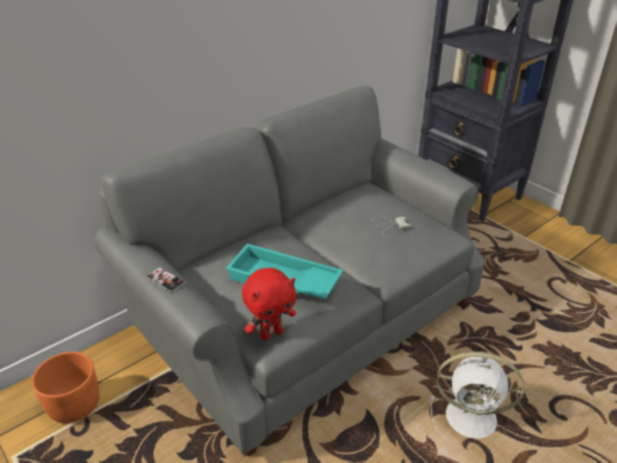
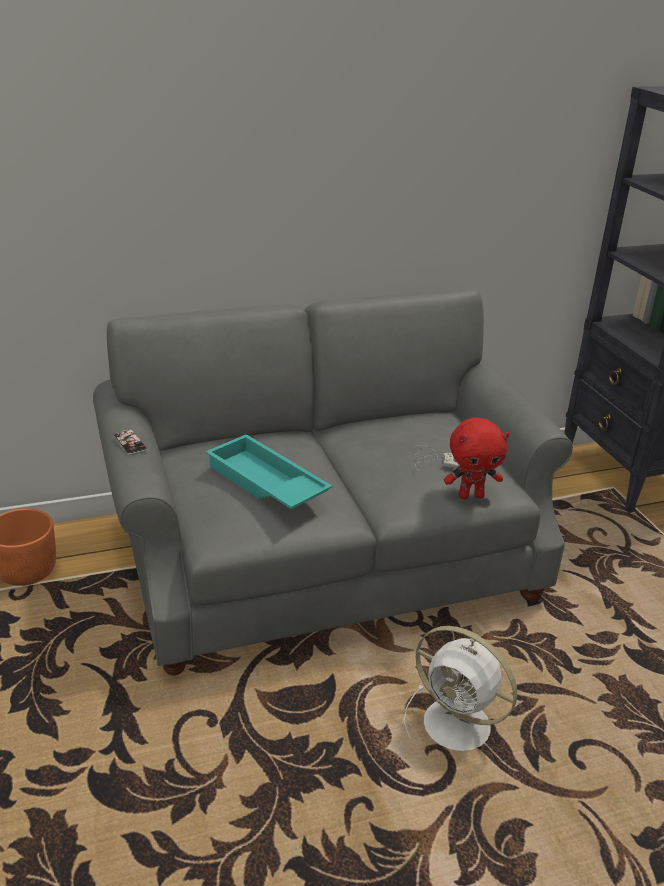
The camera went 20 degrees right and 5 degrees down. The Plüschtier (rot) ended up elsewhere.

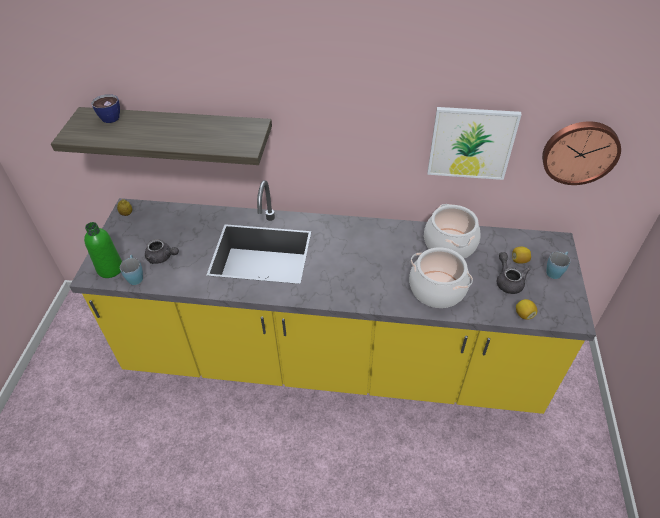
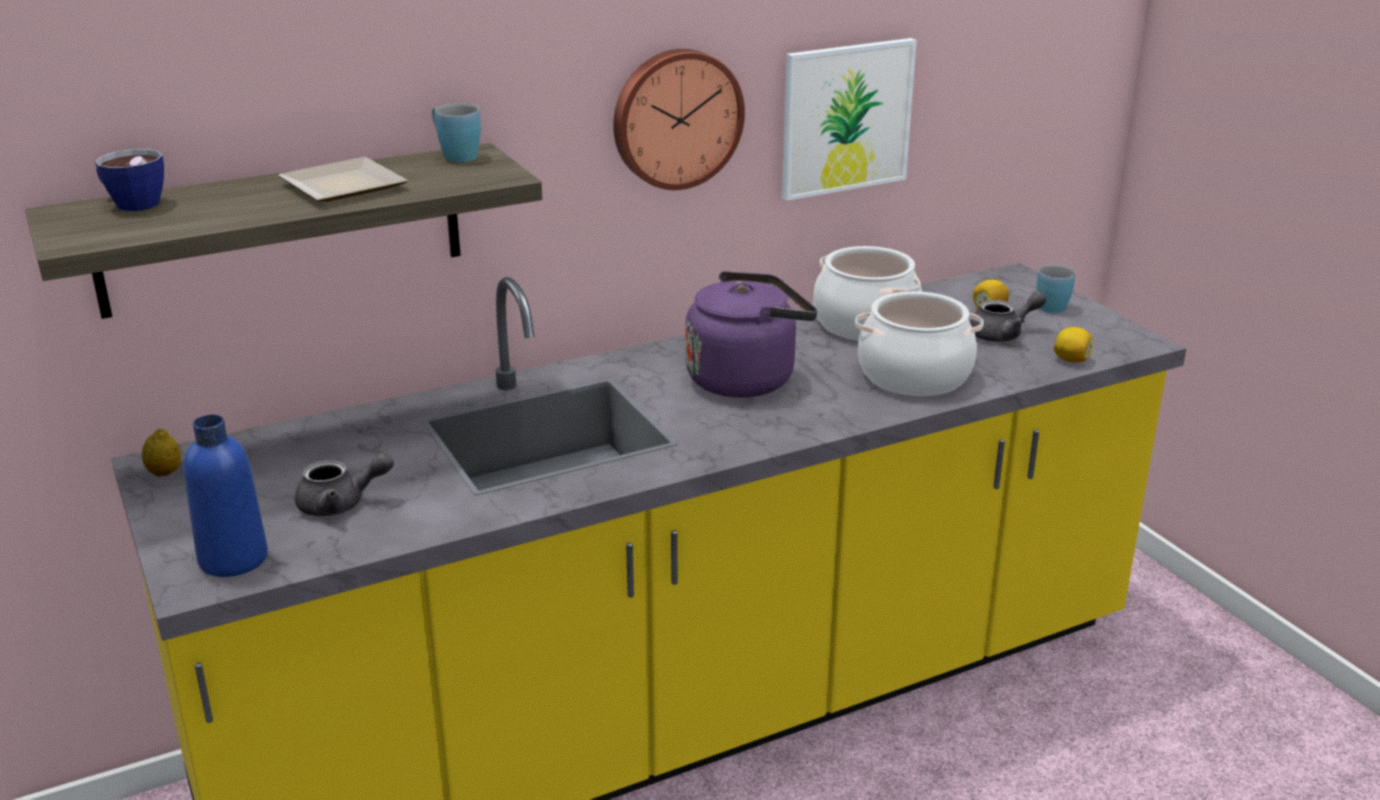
The camera went 35 degrees left and 20 degrees down. The second view gained the Teller. The second view gained the Wasserkessel (lila). The Henkelbecher (blau) (no. 1 from left) ended up elsewhere. The Wanduhr ended up elsewhere. What was the Flasche (grün) turned into the Flasche (blau). The Teekanne (grau) (no. 2 from left) ended up facing another way, 120 degrees clockwise from before.

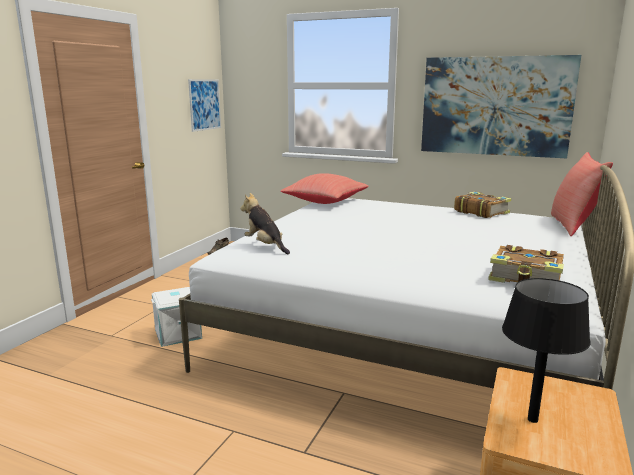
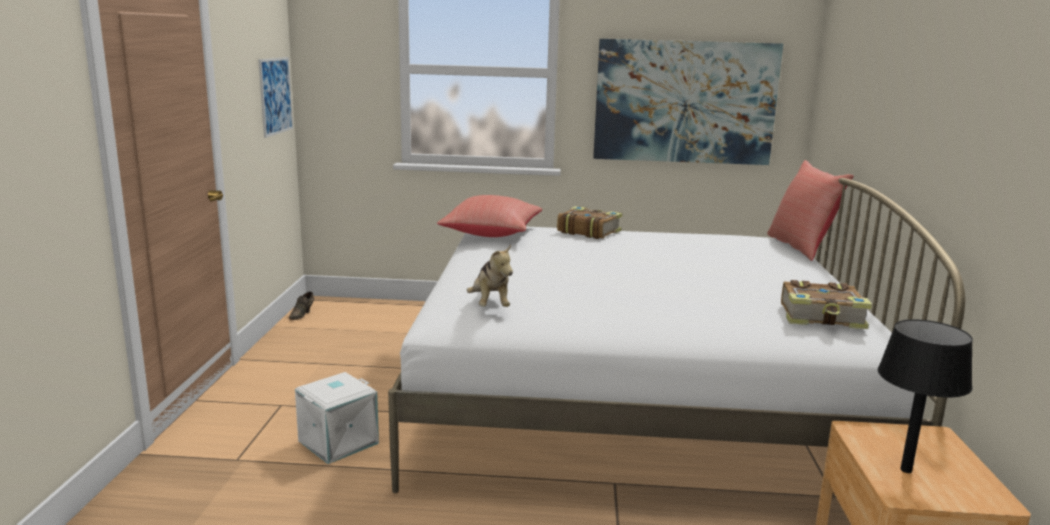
The camera went 20 degrees left and 0 degrees up. The Buch (no. 1 from left) ended up elsewhere. The Plüschtier ended up facing another way, 135 degrees counterclockwise from before.

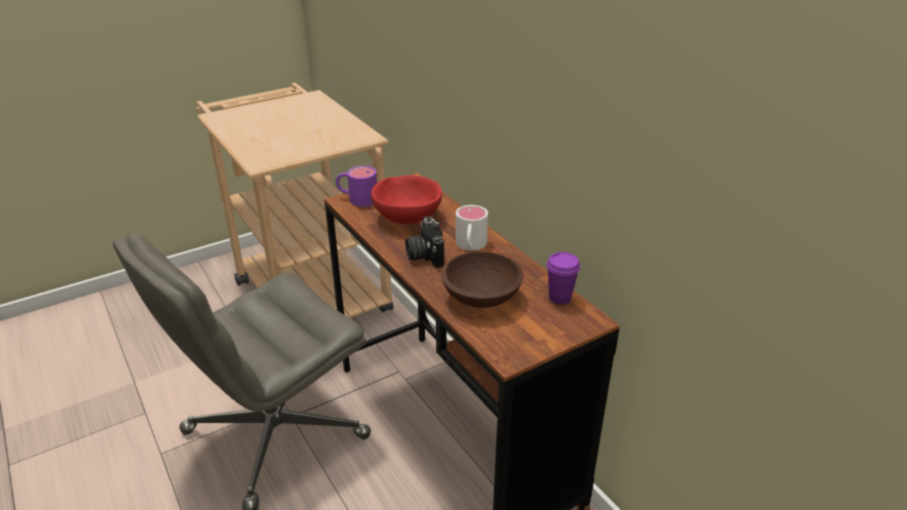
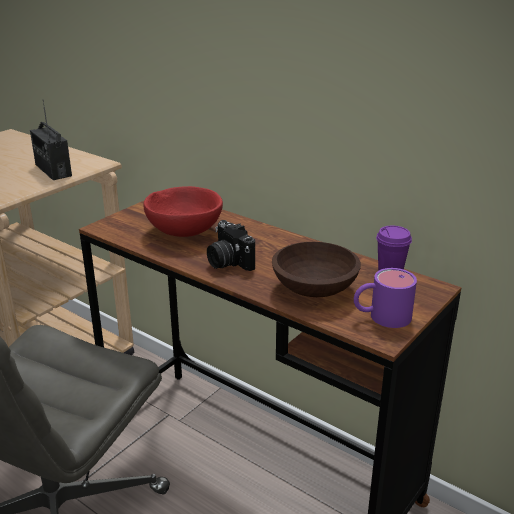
The camera went 20 degrees left and 5 degrees down. The second view lost the Henkelbecher (weiß). The second view gained the Radio. The Henkelbecher (lila) ended up elsewhere.

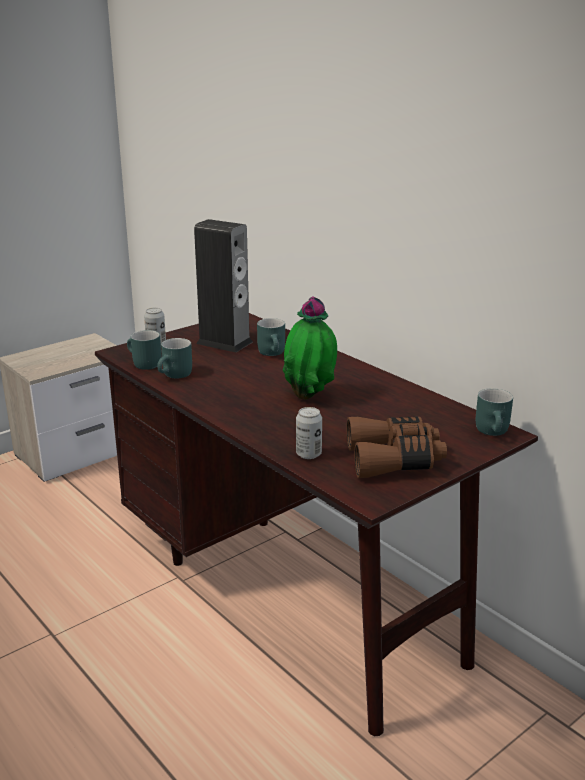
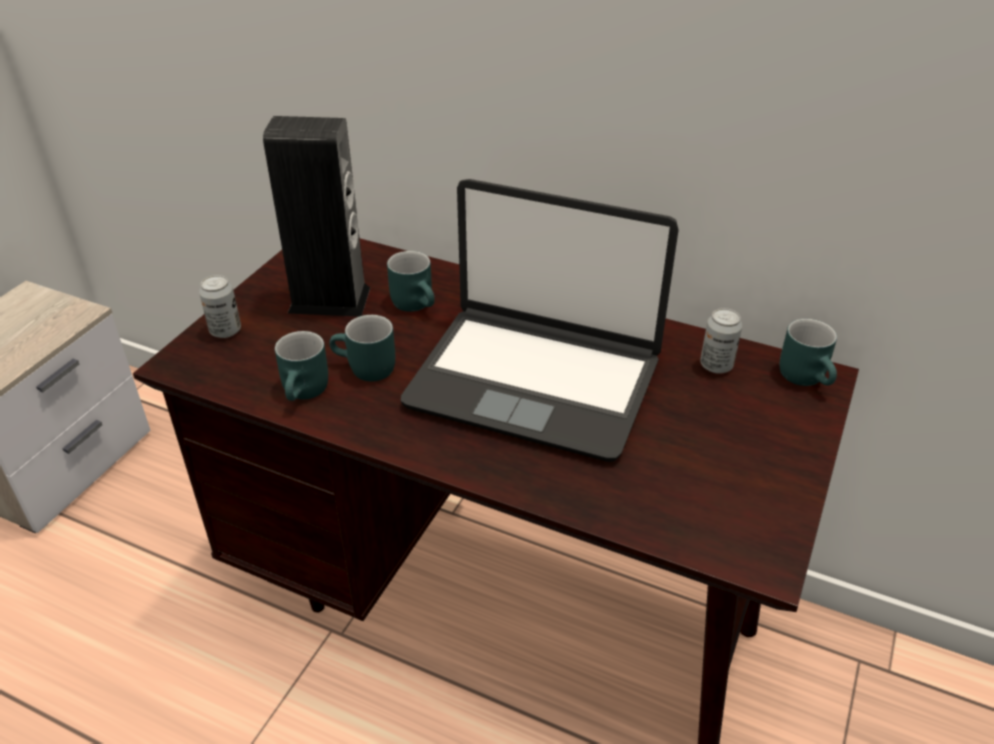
The camera went 25 degrees left and 15 degrees up. The second view lost the Fernglas (braun). The Henkelbecher (türkis) (no. 1 from left in the first image) ended up elsewhere. The Dose (no. 2 from left) ended up elsewhere. Where the Topfpflanze stood, the Laptop came to stand.

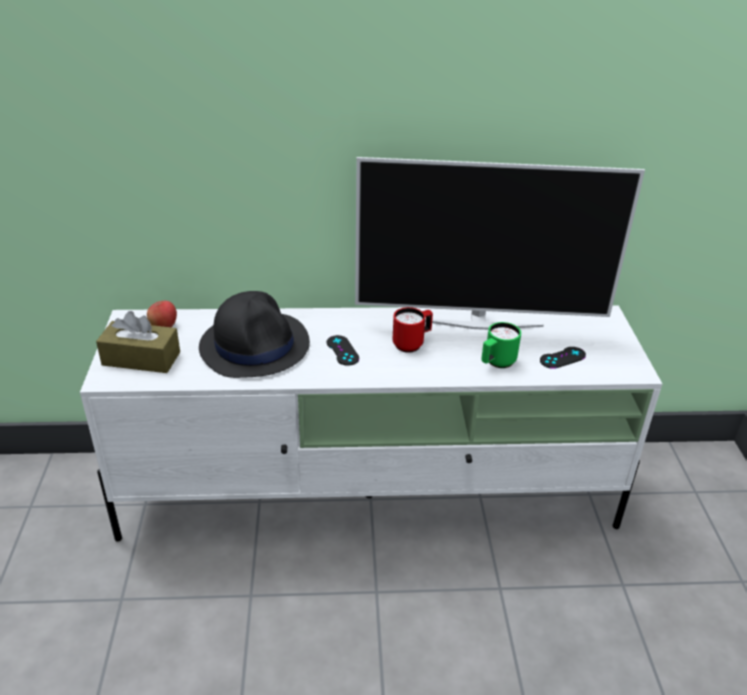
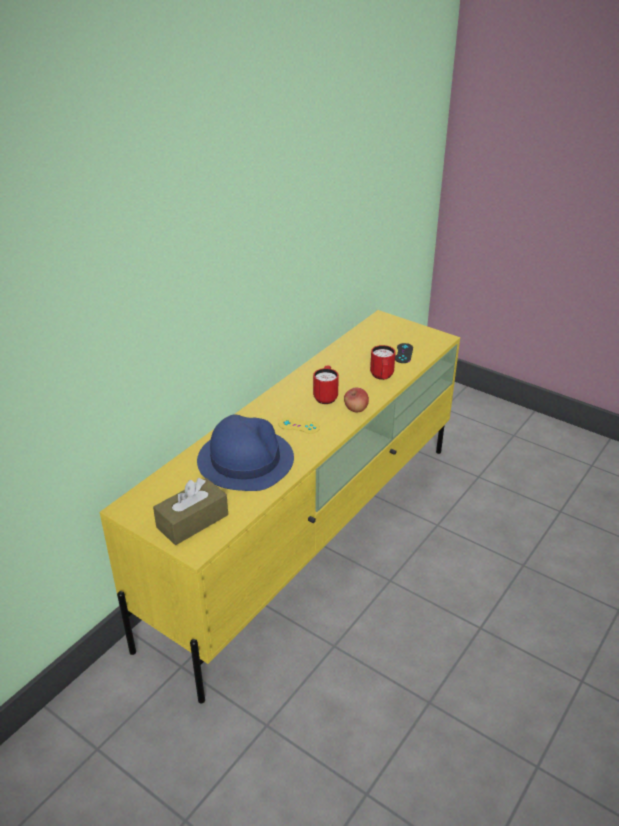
The camera went 50 degrees left and 0 degrees up. The second view lost the Fernseher. The Apfel ended up elsewhere. What was the Fernsehschrank (weiß) turned into the Fernsehschrank (gelb). What was the Hut (schwarz) turned into the Hut (blau). What was the Gamepad (schwarz) (no. 1 from left) turned into the Gamepad (gelb). What was the Henkelbecher (grün) turned into the Henkelbecher (rot) (no. 2 from left).

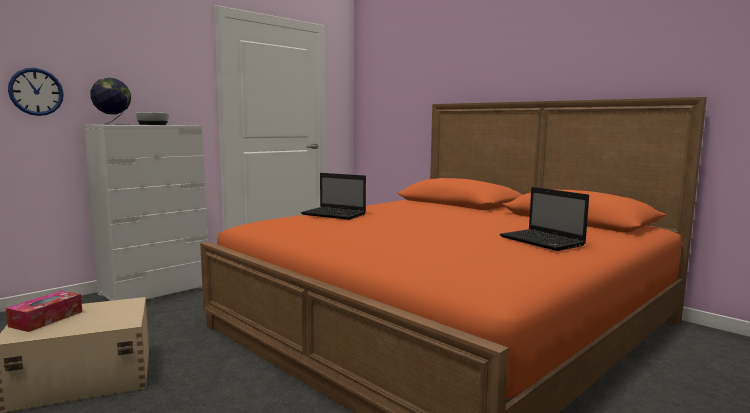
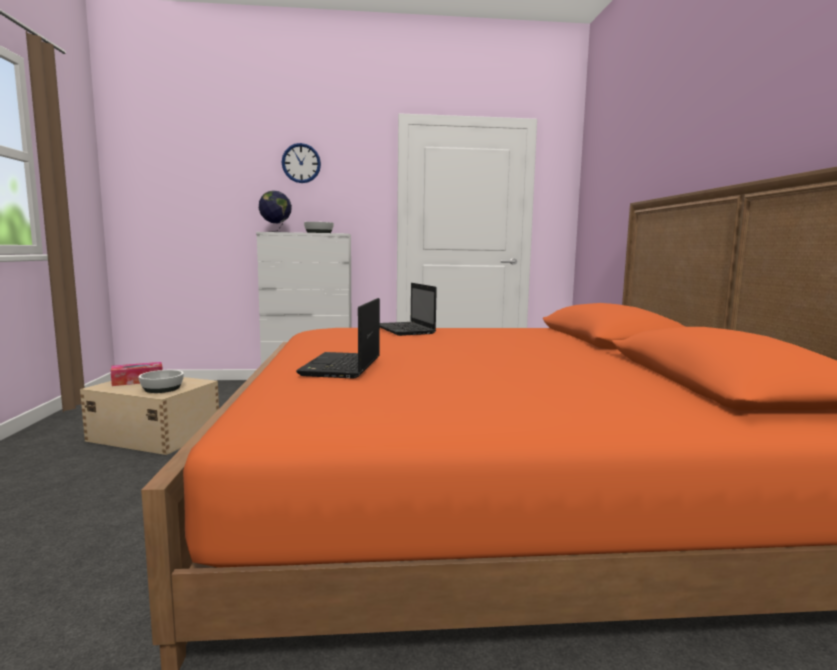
The camera went 40 degrees right and 0 degrees up. The second view gained the Schüssel (no. 1 from left). The Wanduhr ended up elsewhere. The Laptop (no. 2 from left in the first image) ended up elsewhere.

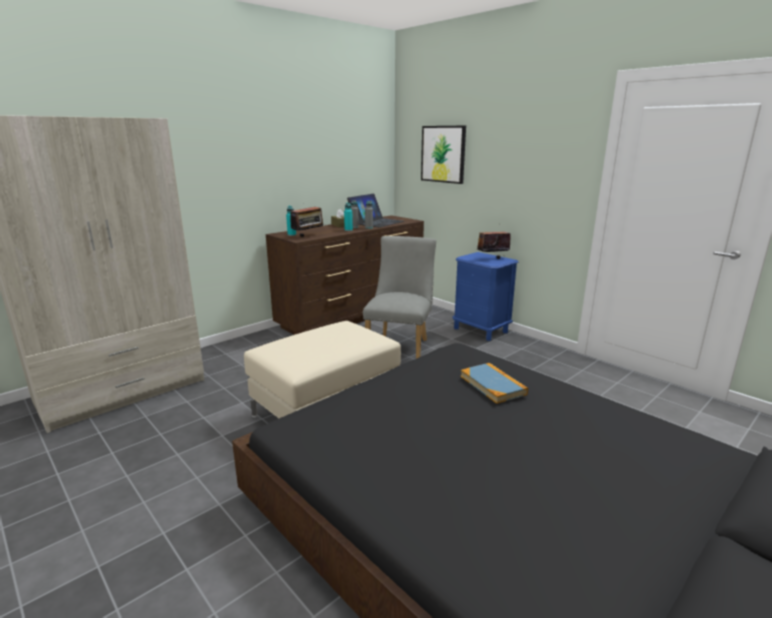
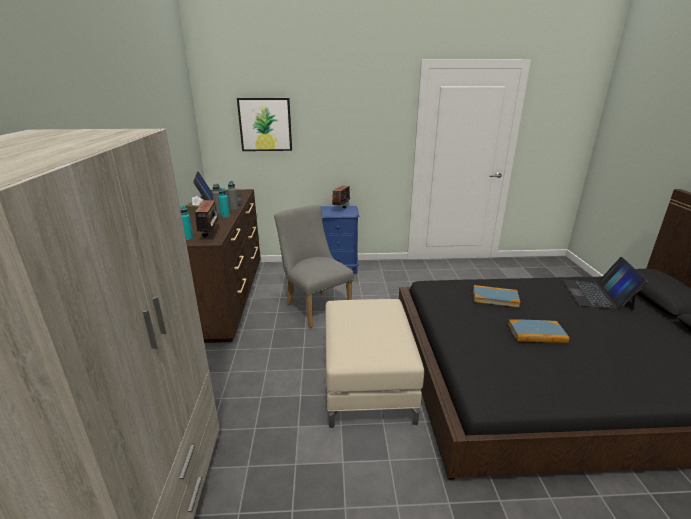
The camera went 50 degrees left and 5 degrees up. The second view gained the Buch (no. 2 from left). The second view gained the Laptop (no. 2 from left).

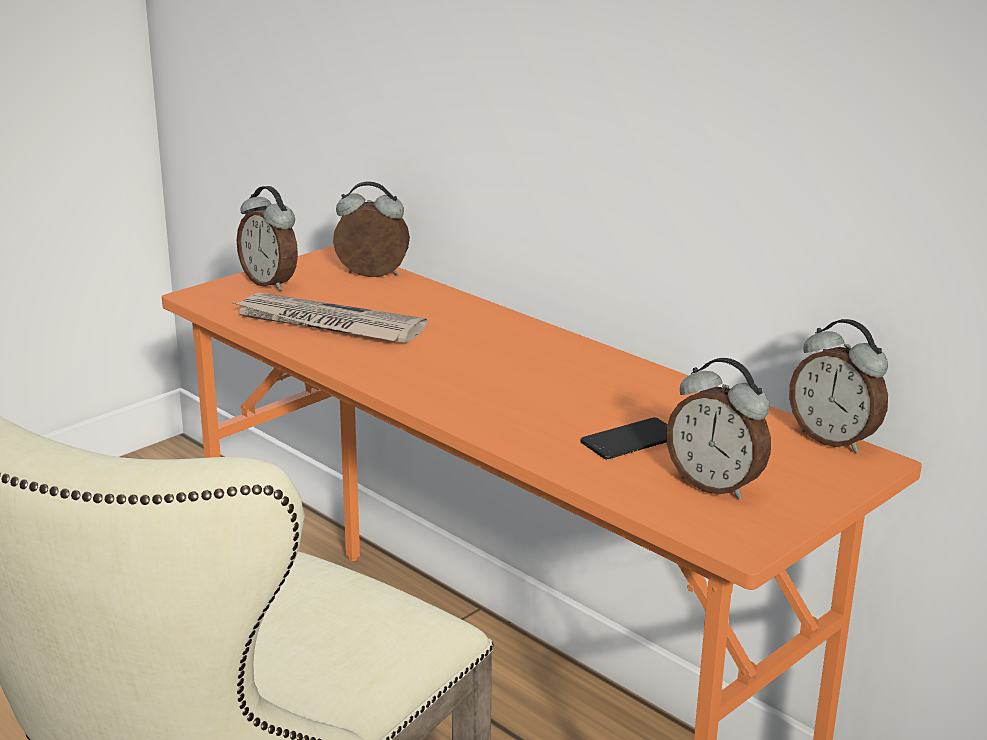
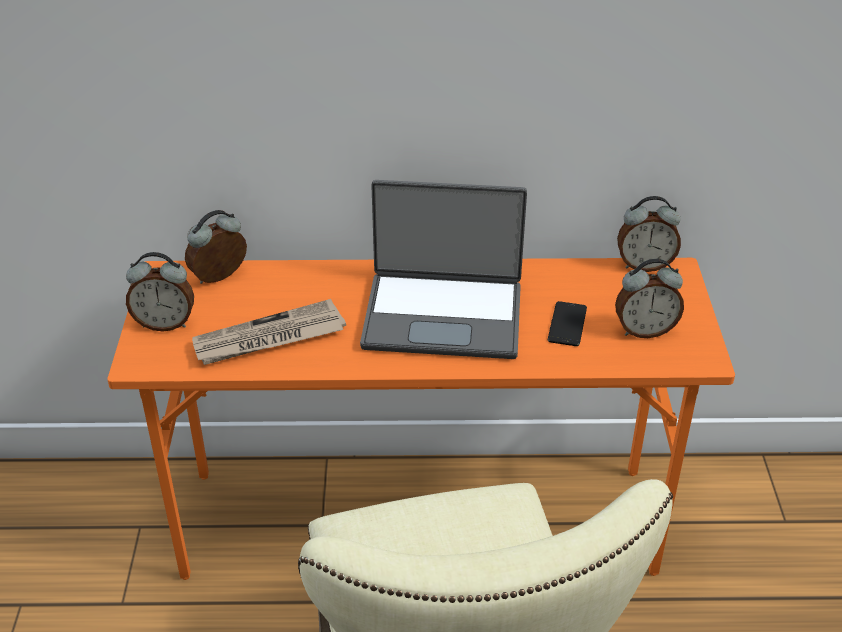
The camera went 45 degrees left and 15 degrees up. The second view gained the Laptop.

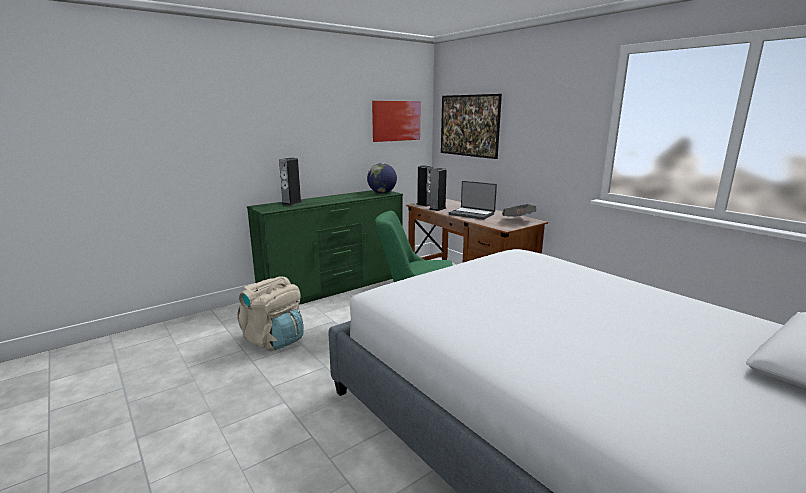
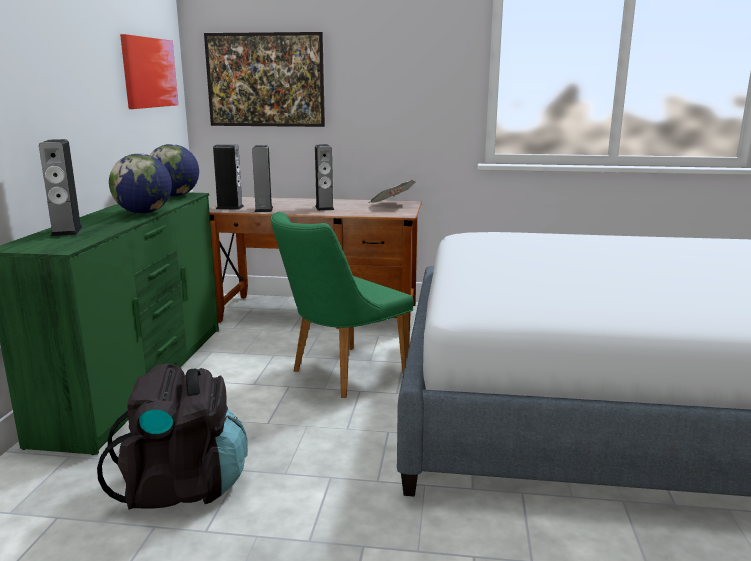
The camera went 45 degrees left and 0 degrees up. The second view gained the Globus (no. 1 from left). Where the Laptop stood, the Lautsprecher (no. 4 from left) came to stand. What was the Rucksack (beige) turned into the Rucksack (schwarz).

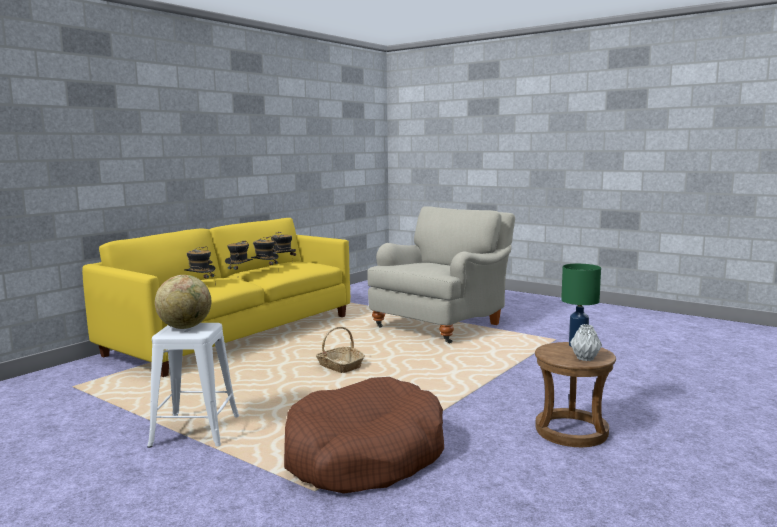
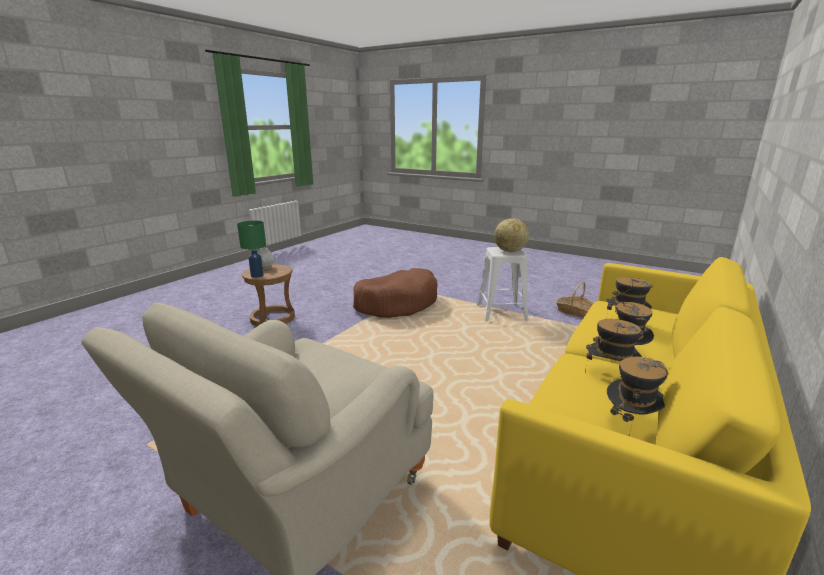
The camera went 175 degrees right and 10 degrees up. The Korb ended up elsewhere.

